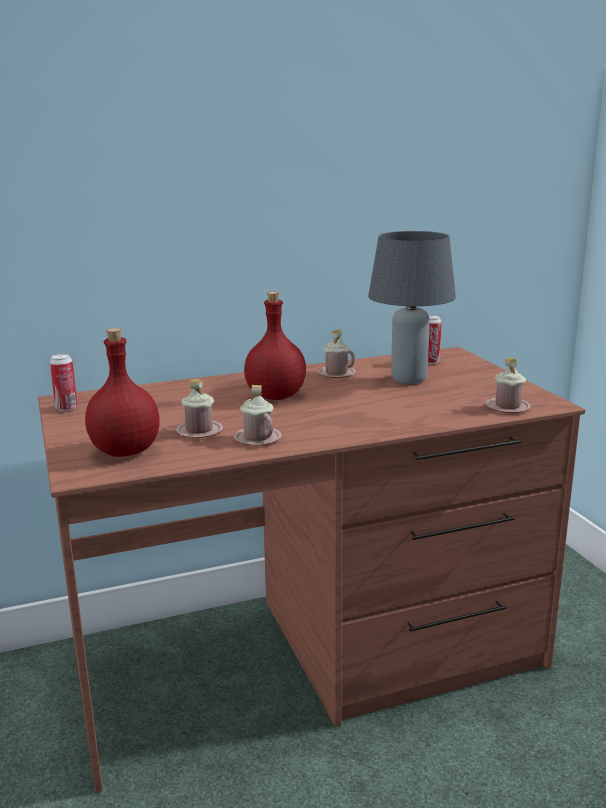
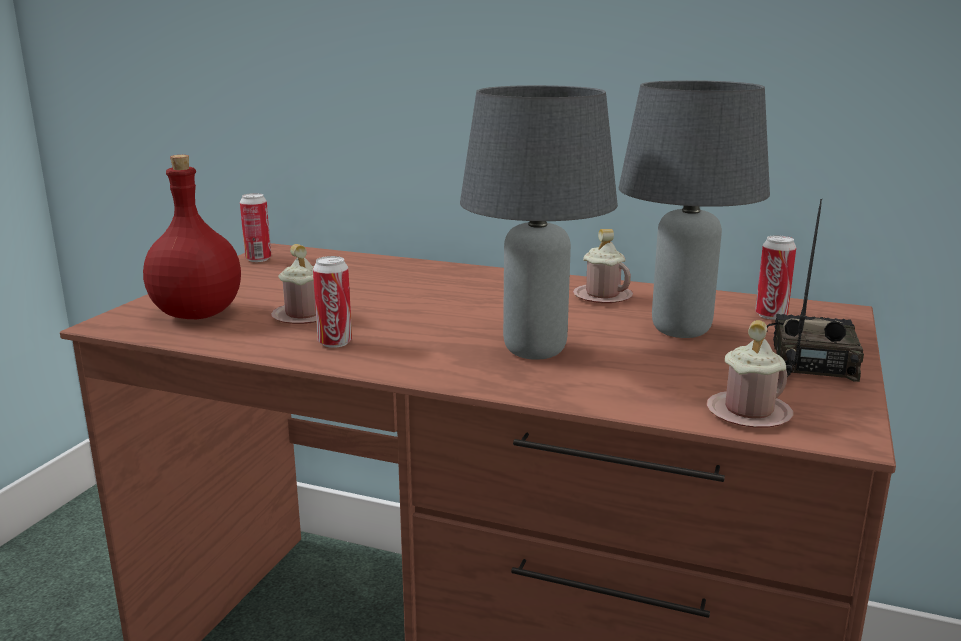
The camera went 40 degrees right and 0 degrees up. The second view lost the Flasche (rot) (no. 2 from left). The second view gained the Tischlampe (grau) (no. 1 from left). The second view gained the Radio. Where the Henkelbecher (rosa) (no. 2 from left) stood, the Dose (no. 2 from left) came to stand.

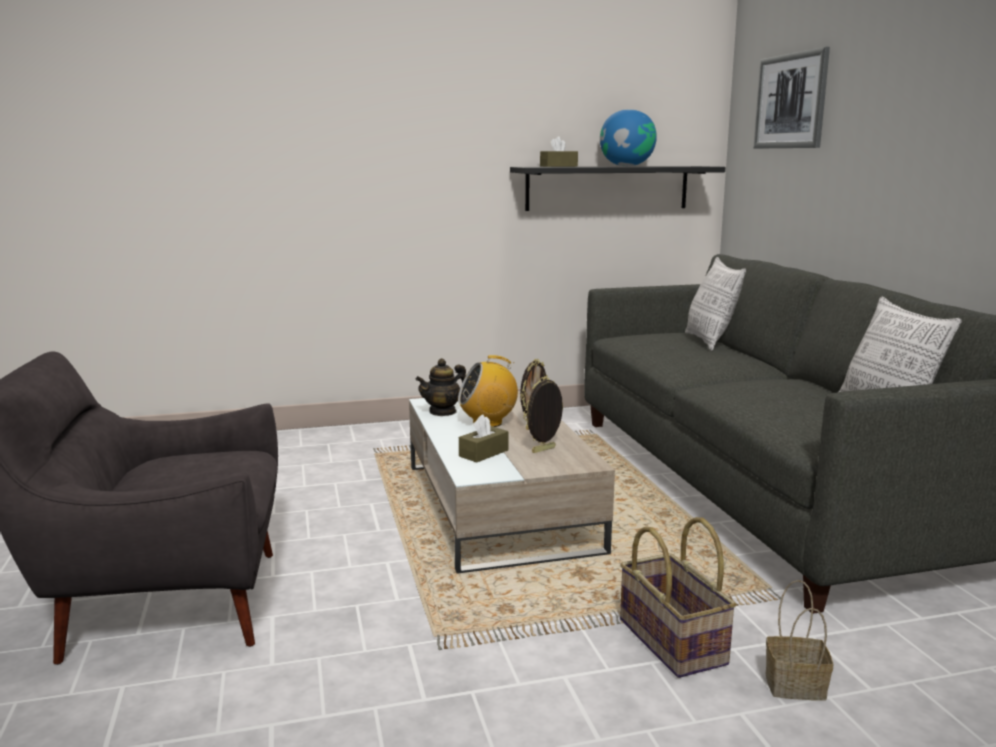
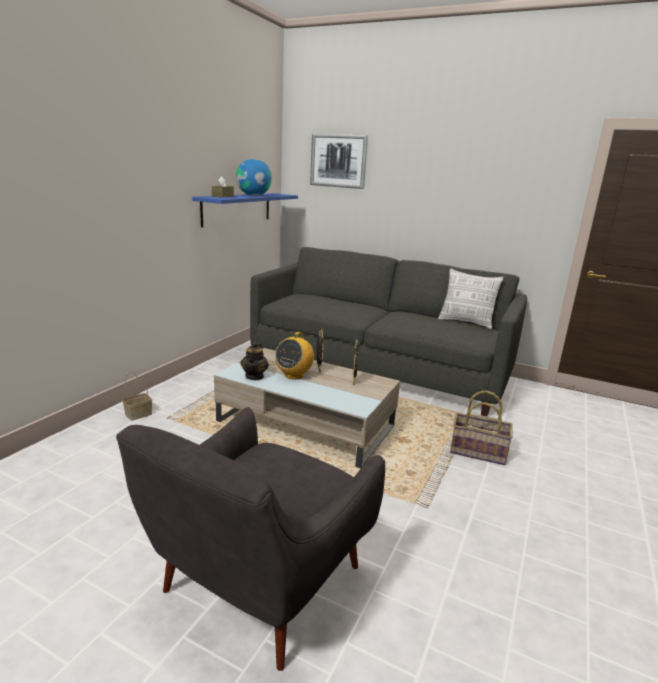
The camera went 50 degrees left and 5 degrees up. The second view lost the Taschentuchbox (braun) (no. 1 from left). The second view lost the Kissen (no. 1 from left). The Korb (no. 2 from left in the first image) ended up elsewhere. What was the Wandregal (schwarz) turned into the Wandregal (blau).

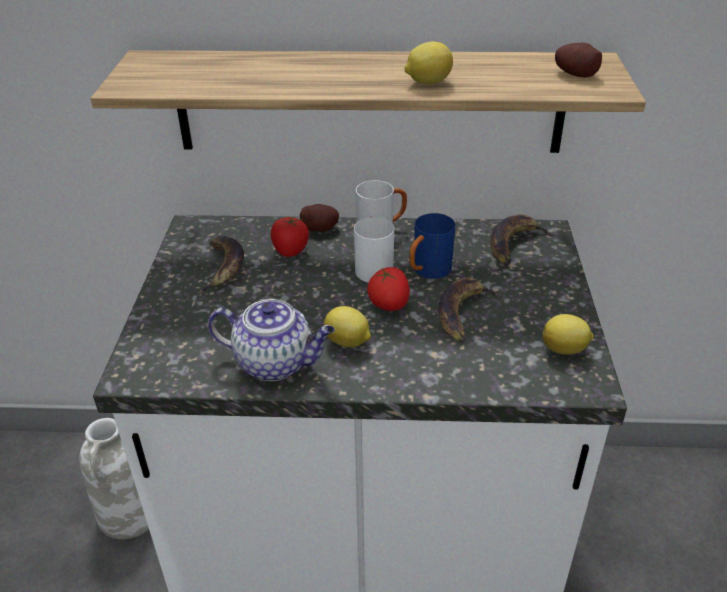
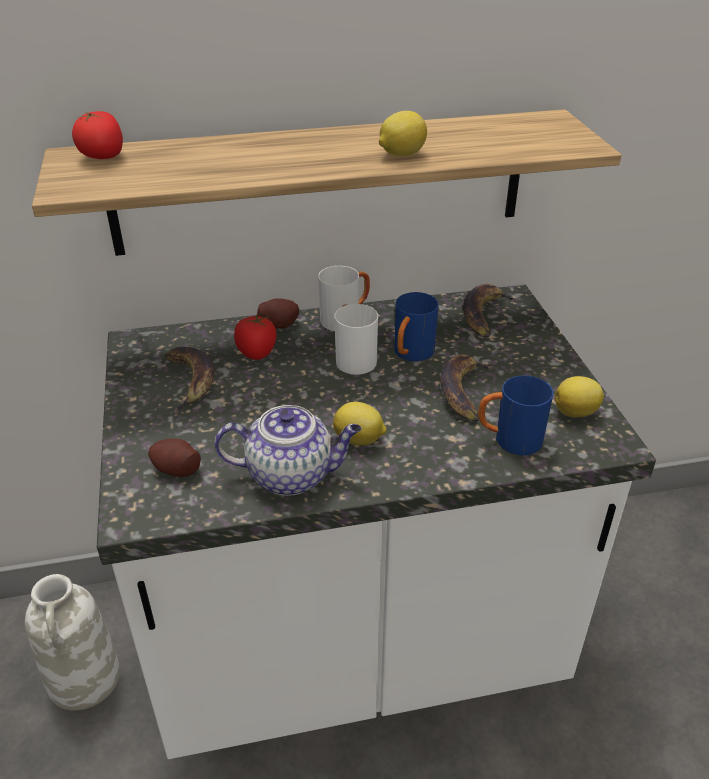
The camera went 15 degrees left and 0 degrees up. The second view gained the Henkelbecher (blau) (no. 2 from left). The Tomate (no. 2 from left in the first image) ended up elsewhere. The Kartoffel (no. 2 from left in the first image) ended up elsewhere.

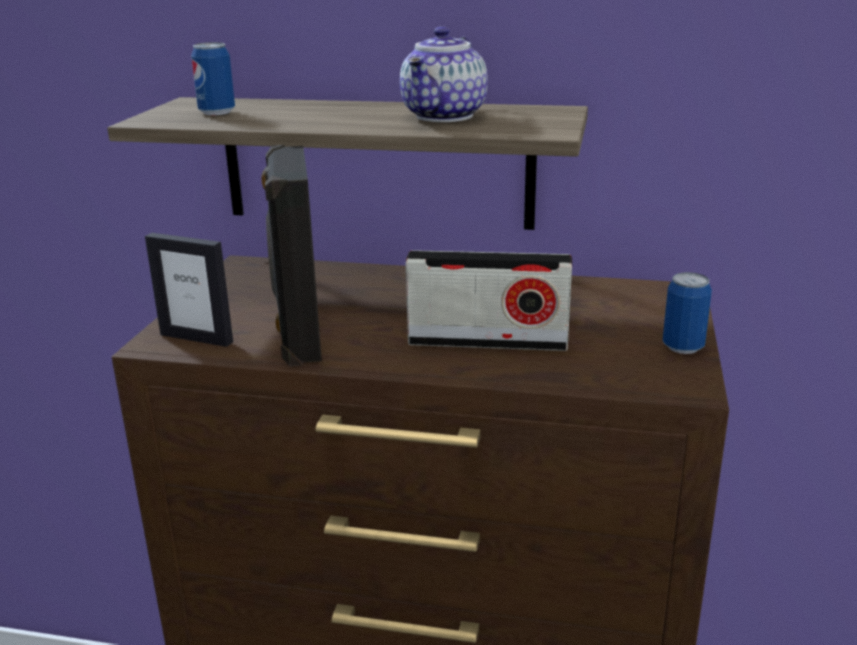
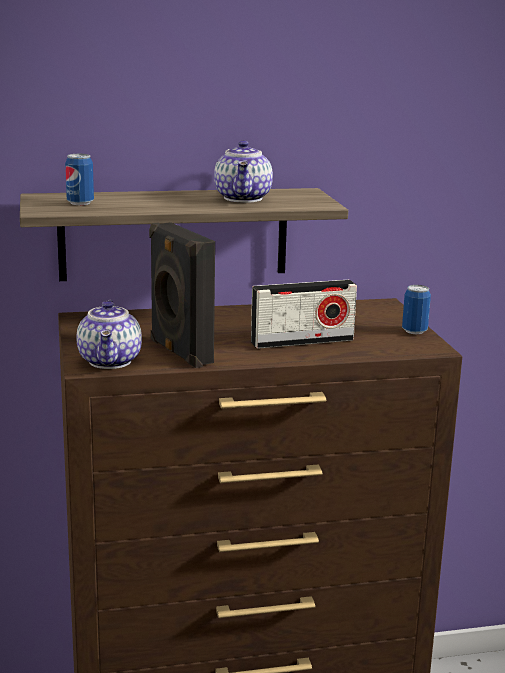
The camera went 25 degrees left and 5 degrees down. Where the Bilderrahmen stood, the Teekanne (no. 1 from left) came to stand.

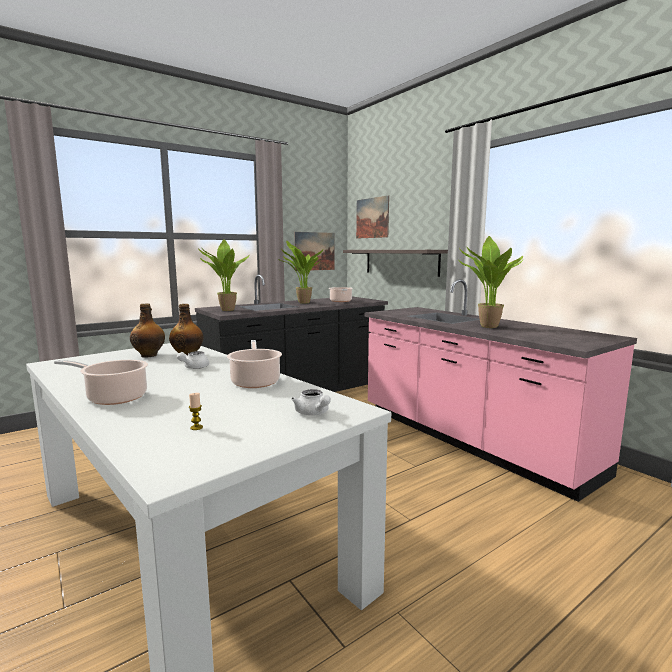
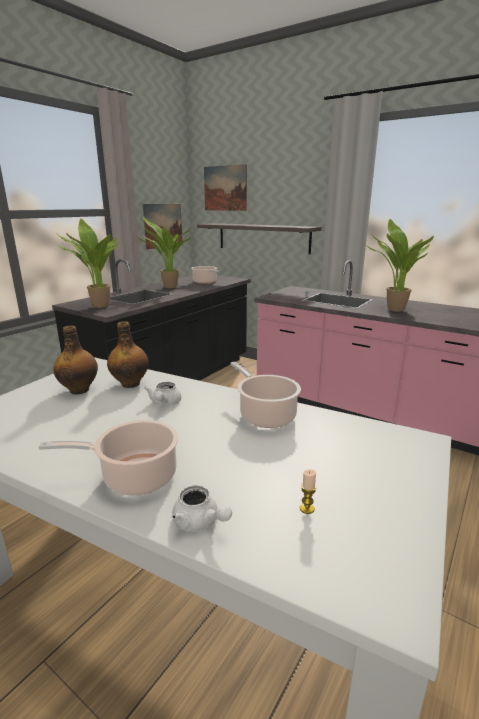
The camera went 20 degrees left and 10 degrees up. The Teekanne (weiß) (no. 2 from left) ended up elsewhere.

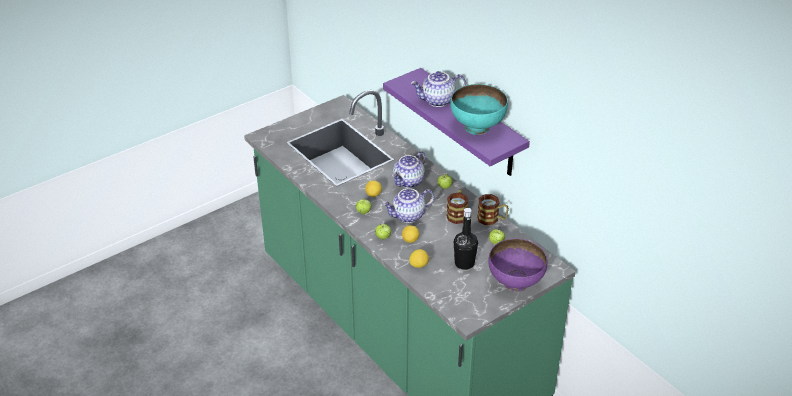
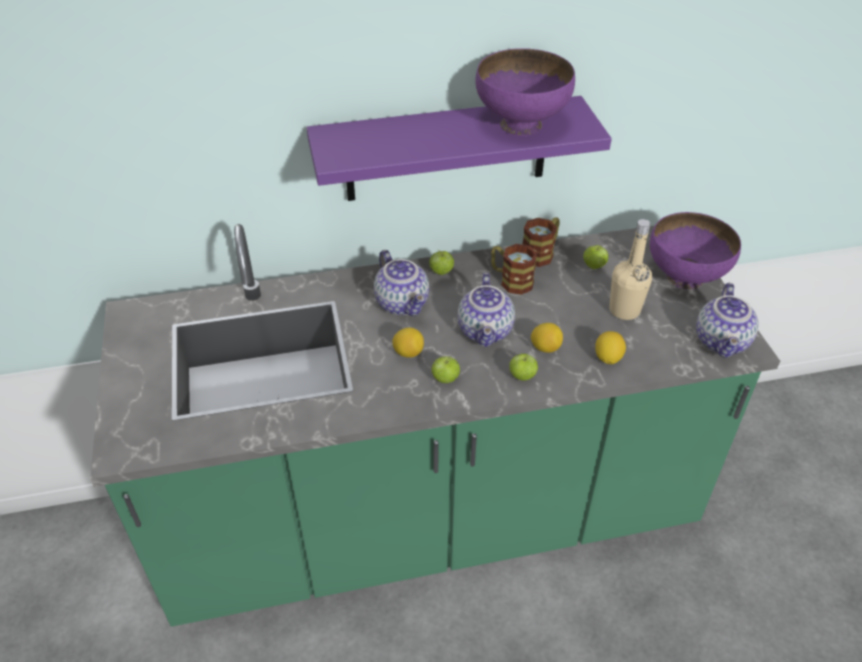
The camera went 65 degrees left and 5 degrees up. The Teekanne (no. 3 from left) ended up elsewhere. What was the Schüssel (türkis) turned into the Schüssel (lila) (no. 1 from left). What was the Flasche (schwarz) turned into the Flasche (beige).

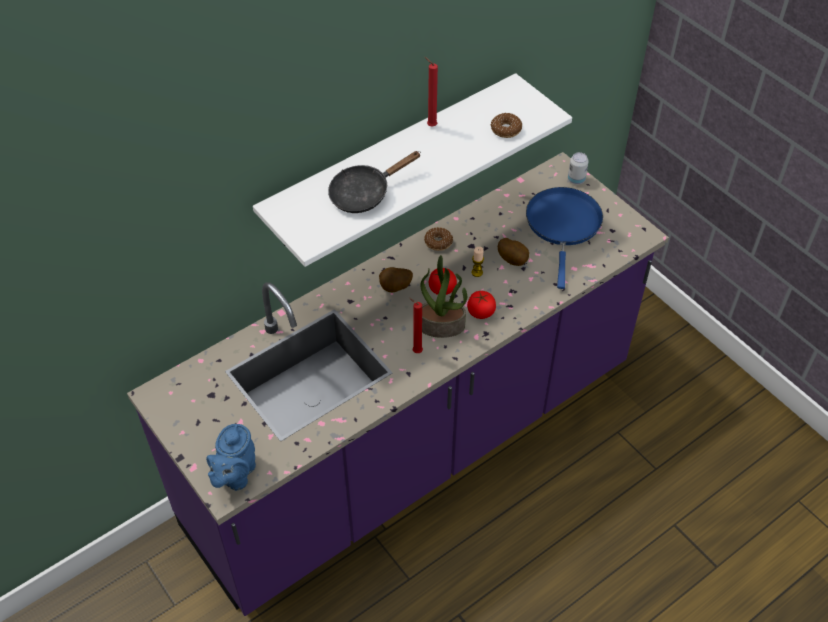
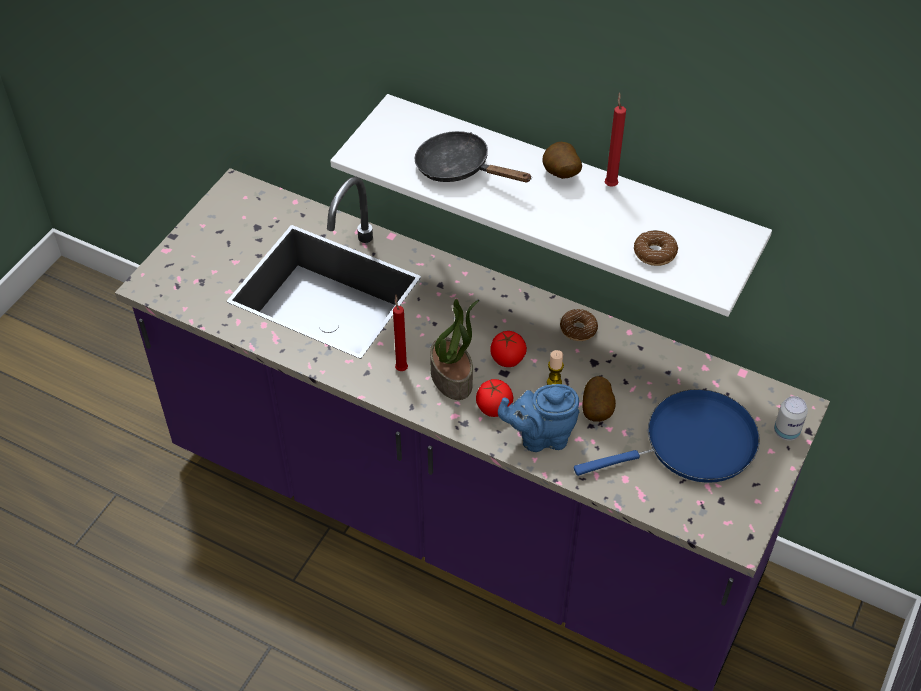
The camera went 65 degrees right and 0 degrees up. The Teekanne (blau) ended up elsewhere. The Kartoffel (no. 1 from left) ended up elsewhere.

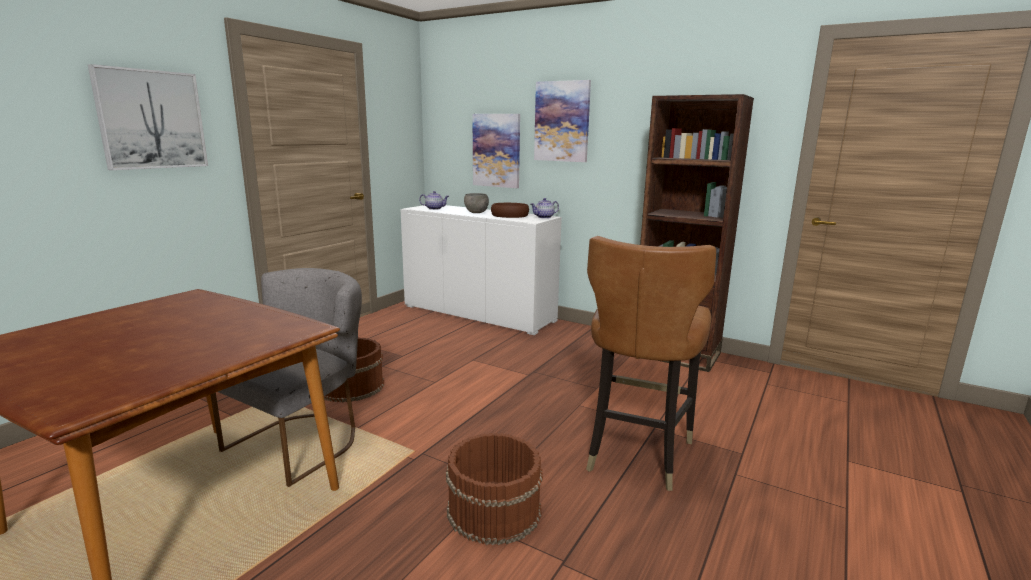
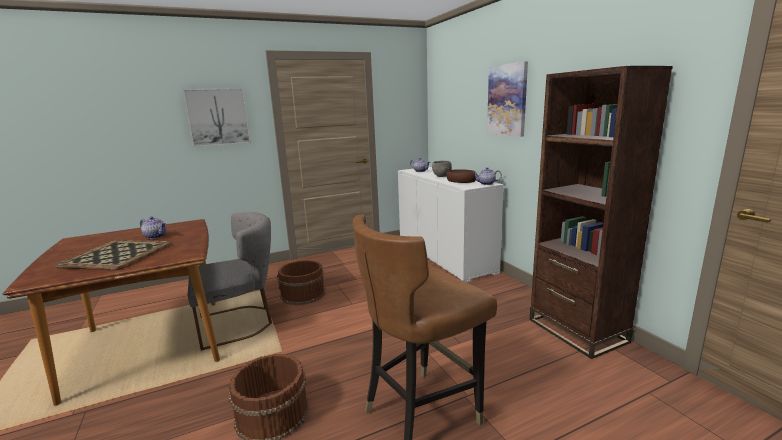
The camera went 35 degrees right and 0 degrees up. The second view lost the Bild (no. 2 from left). The second view gained the Tablett. The second view gained the Teekanne (no. 1 from left).

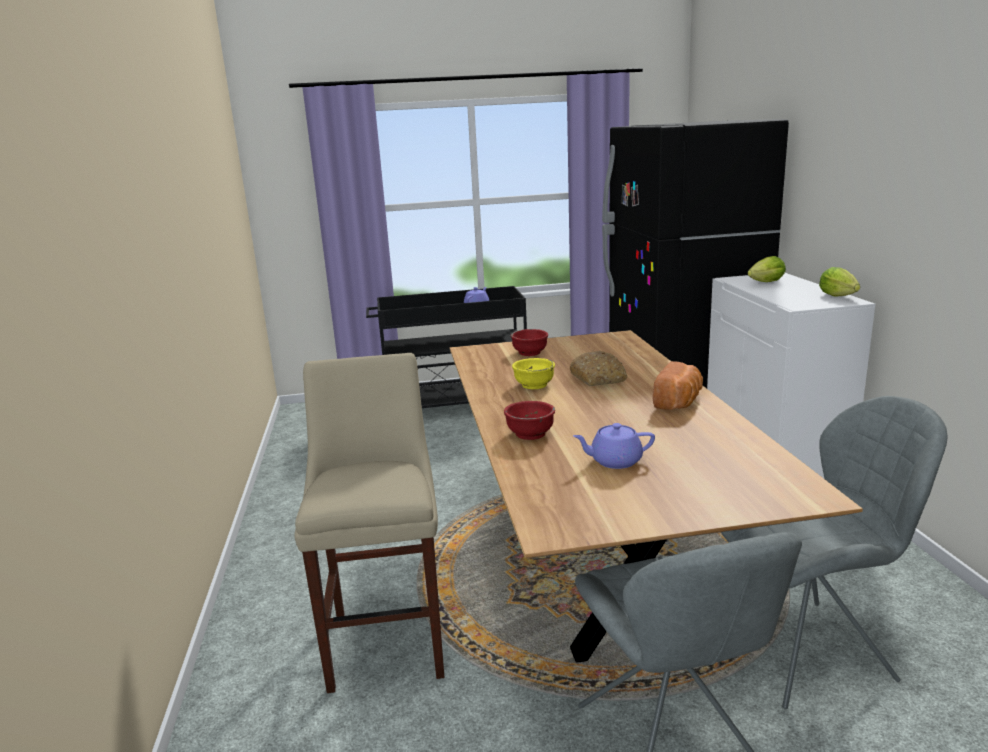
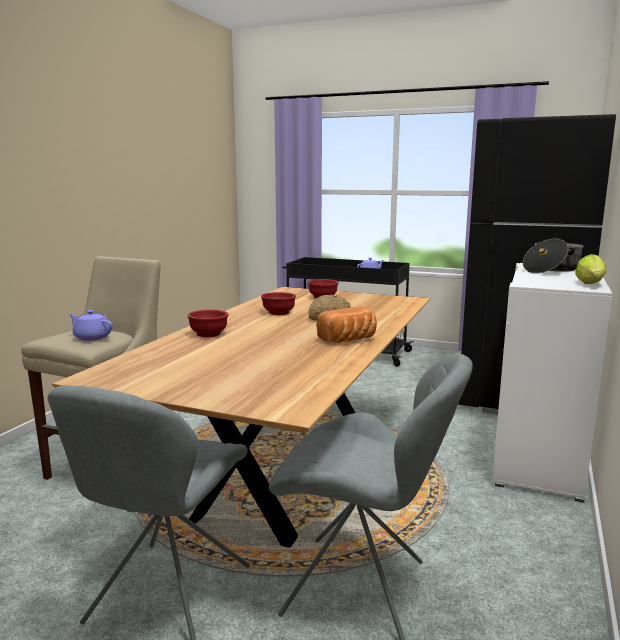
The camera went 30 degrees right and 5 degrees down. The Teekanne (lila) (no. 2 from left in the first image) ended up elsewhere. Where the Salatkopf (no. 1 from left) stood, the Kochtopf came to stand. What was the Schüssel (gelb) turned into the Schüssel (rot) (no. 2 from left).

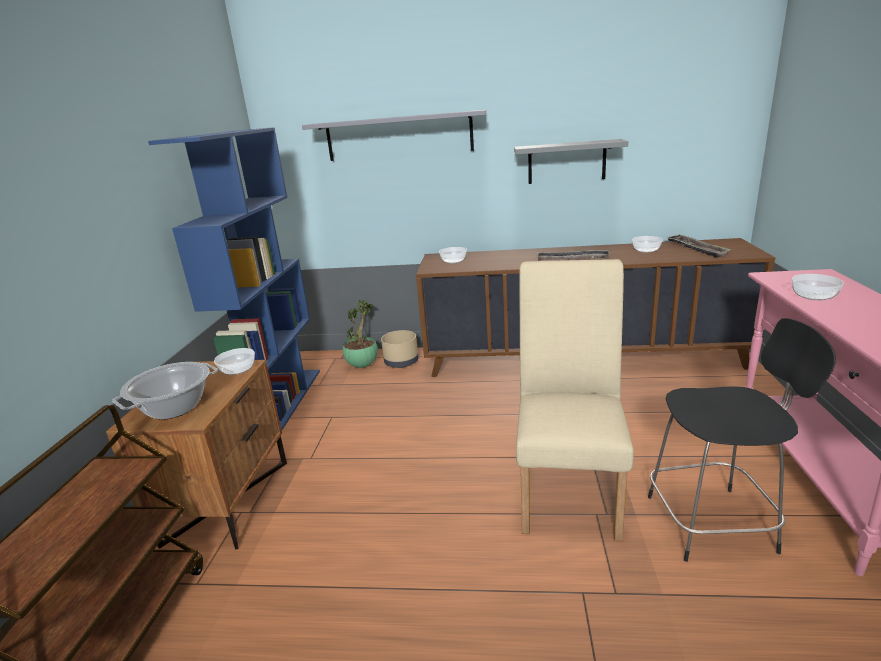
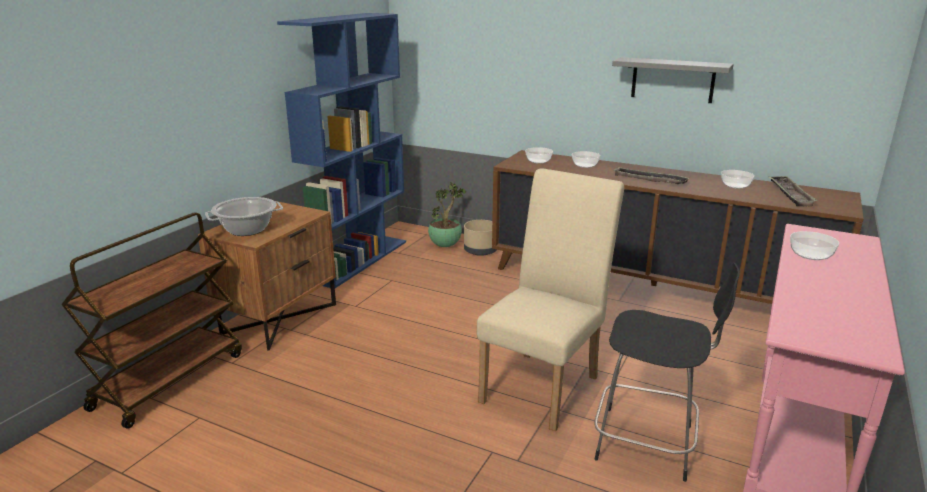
The camera went 20 degrees right and 0 degrees up. The second view lost the Wandregal (grau) (no. 1 from left). The Schüssel (no. 1 from left in the first image) ended up elsewhere.

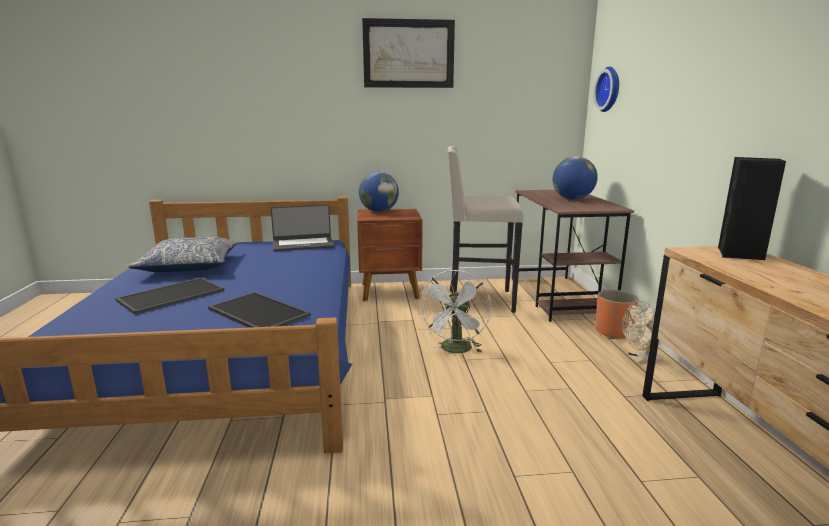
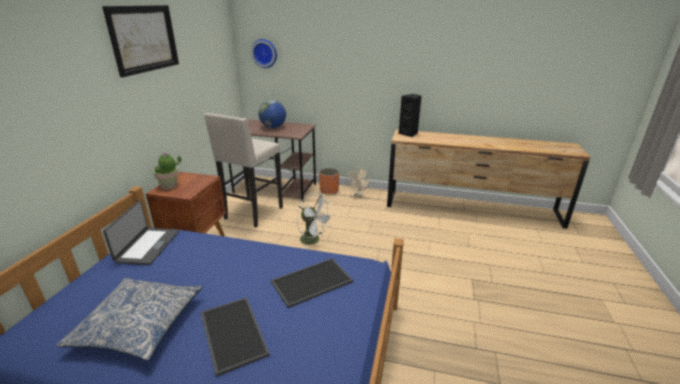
The camera went 70 degrees left and 10 degrees up. Where the Globus (no. 1 from left) stood, the Topfpflanze came to stand.

